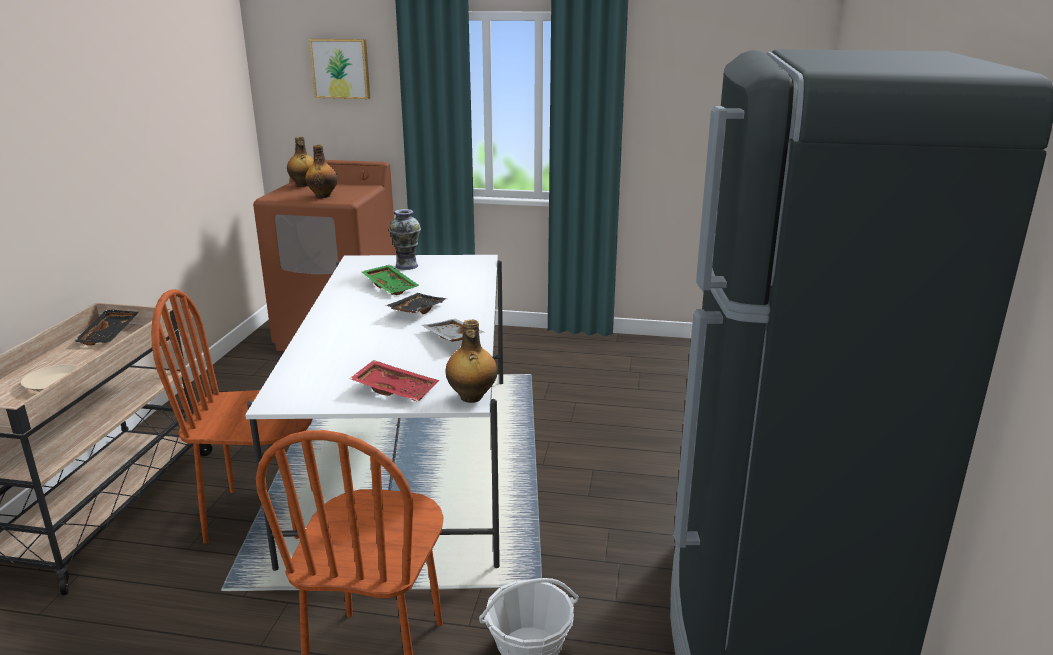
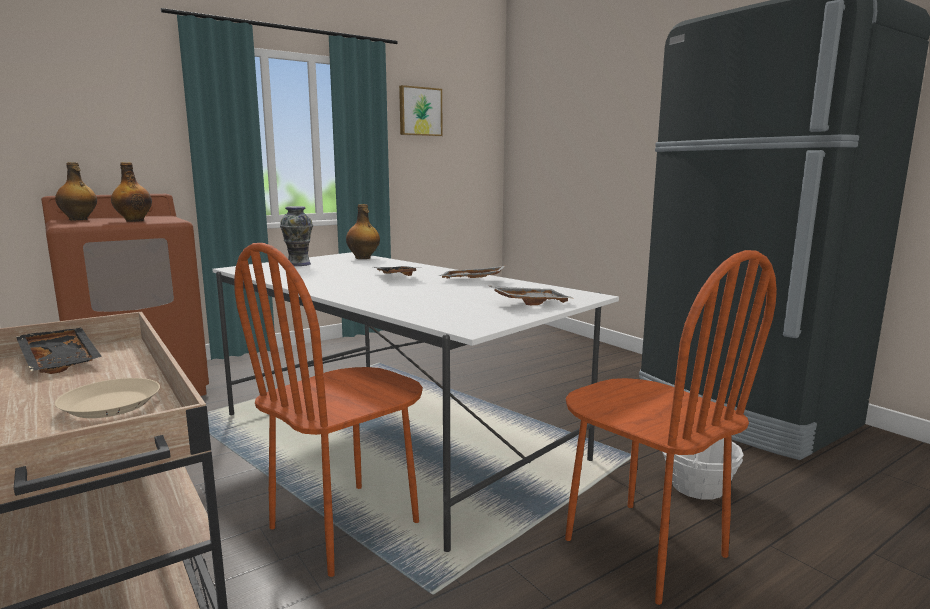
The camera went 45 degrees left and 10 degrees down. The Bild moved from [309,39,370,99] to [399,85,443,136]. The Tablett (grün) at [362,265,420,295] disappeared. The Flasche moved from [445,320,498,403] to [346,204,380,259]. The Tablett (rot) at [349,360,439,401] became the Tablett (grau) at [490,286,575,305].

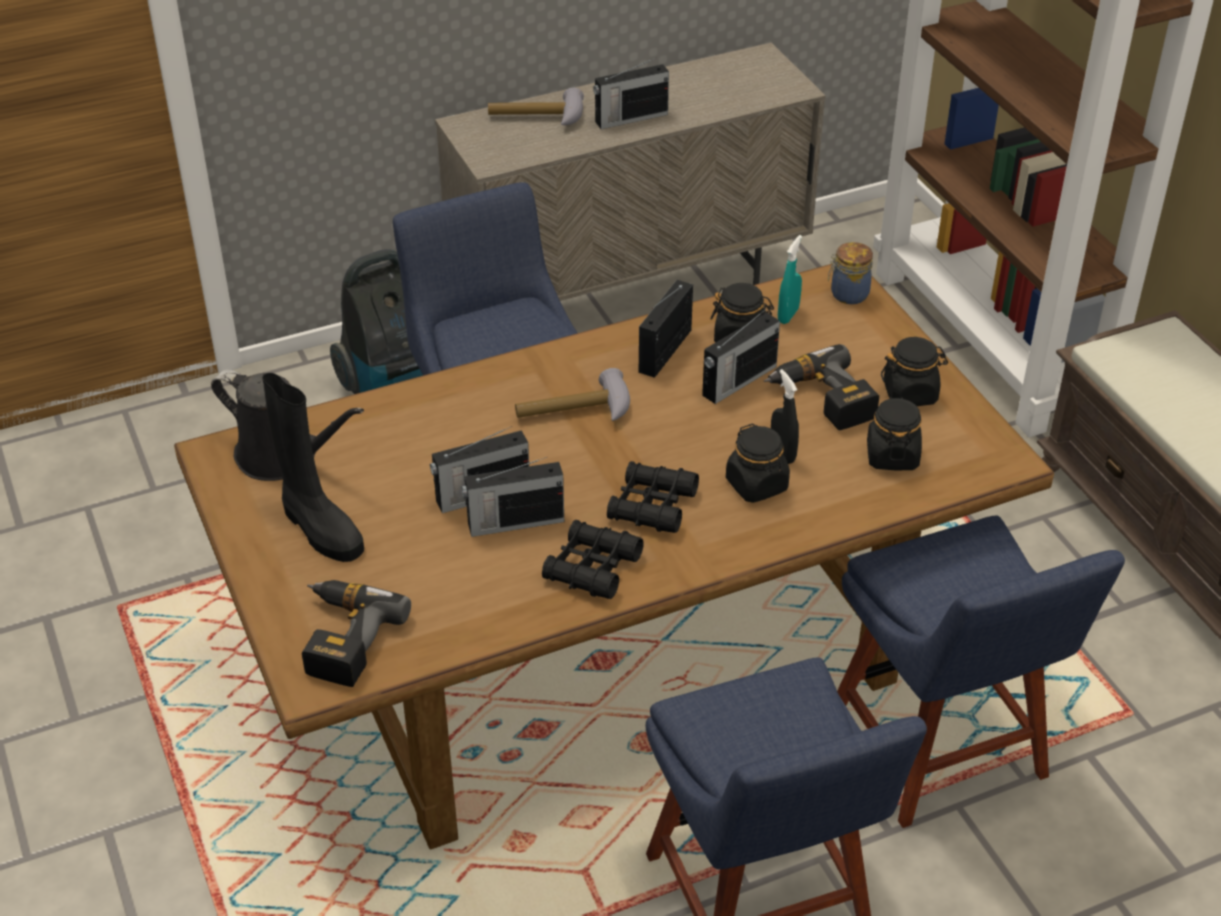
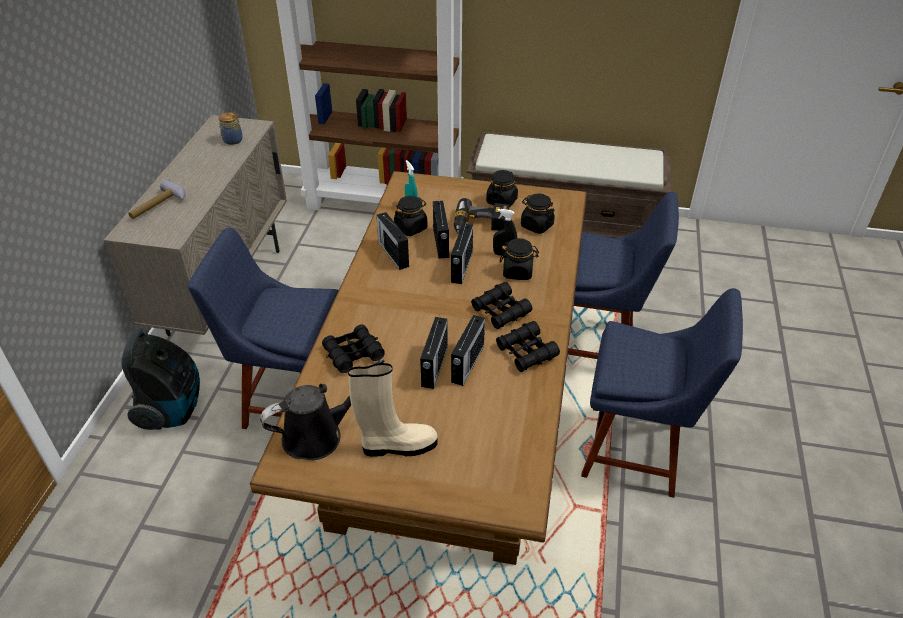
The camera went 55 degrees left and 0 degrees up. The Radio moved from [593,57,669,129] to [451,221,473,284]. The Vorratsglas moved from [828,242,873,304] to [219,112,243,145]. The Hammer at [515,368,630,421] disappeared. The Stiefel (schwarz) at [262,373,364,562] became the Stiefel (beige) at [348,363,438,457]. The Bohrmaschine at [302,580,411,687] disappeared. The Fernglas (schwarz) at [322,324,385,373] appeared.

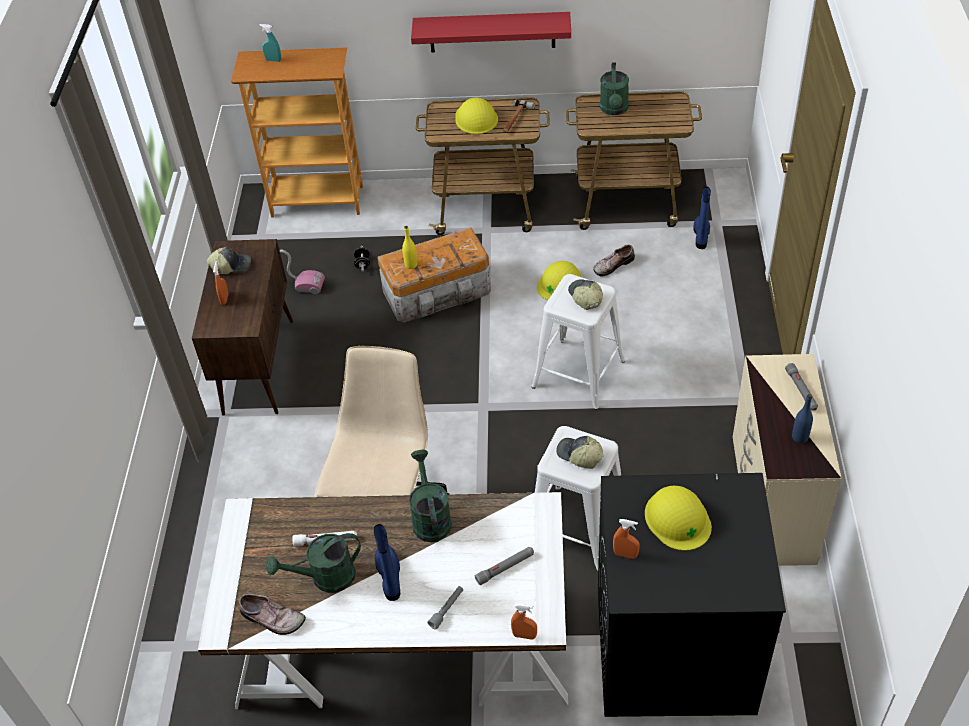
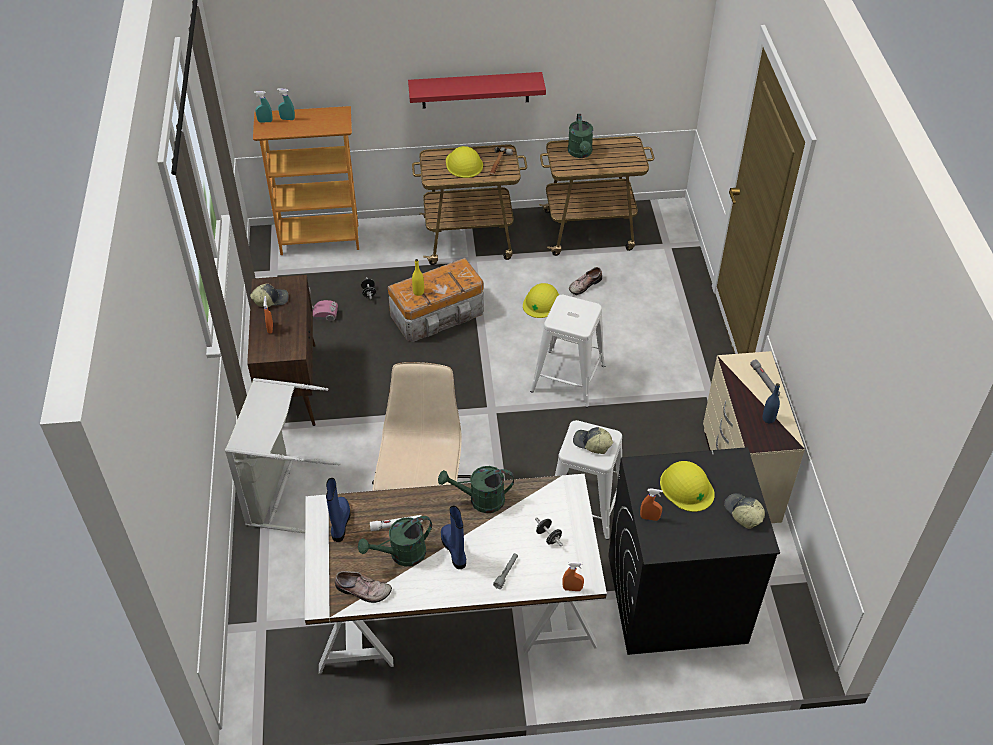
The camera went 10 degrees left and 0 degrees up. The Stiefel (blau) moved from [693,187,711,249] to [326,478,351,542]. The Kappe moved from [568,279,603,310] to [724,493,765,529]. The Gießkanne (grün) at [409,449,452,542] turned 75 degrees counterclockwise. The Taschenlampe (grau) at [475,547,534,585] was replaced by the Hantel (schwarz) at [535,517,563,547]. The Sprühflasche (türkis) at [254,91,272,123] appeared. The Wäschekorb (grau) at [225,378,340,533] appeared.

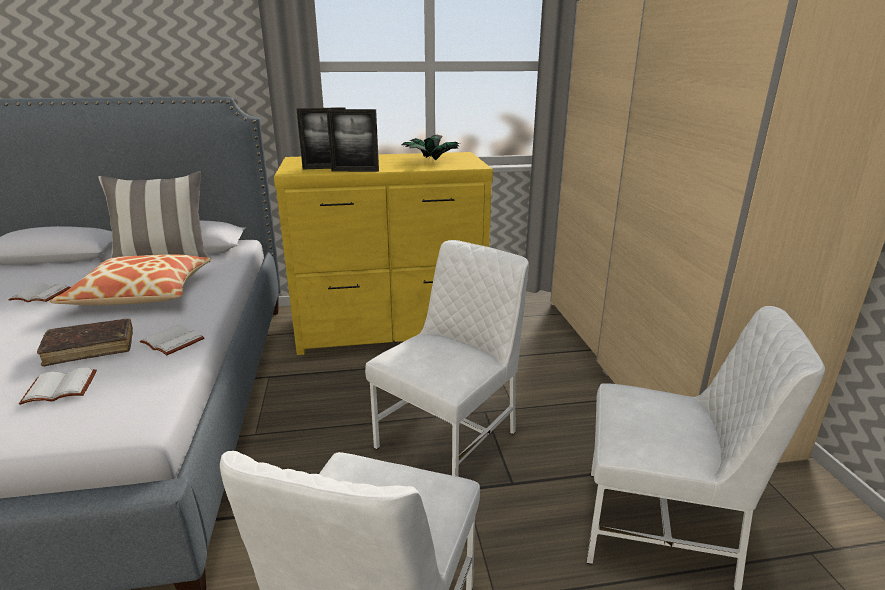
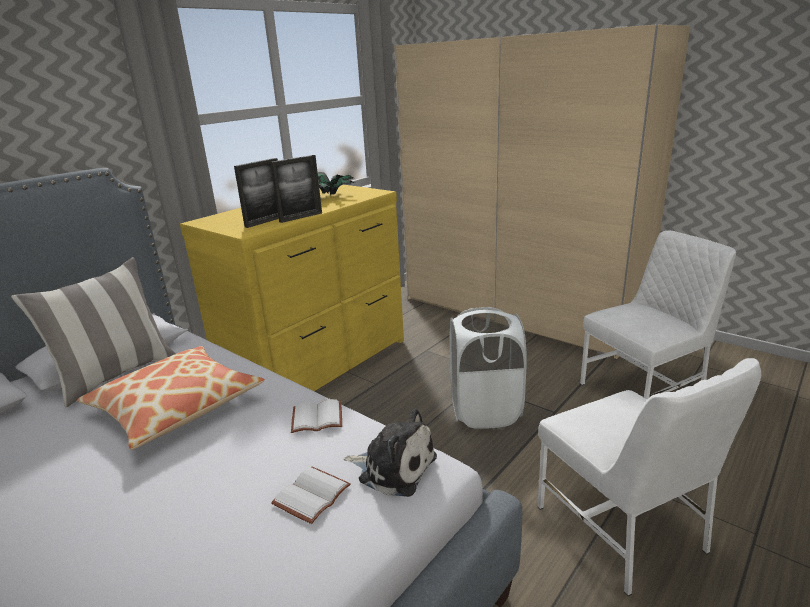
The camera went 40 degrees left and 0 degrees up. The Stuhl (weiß) at [365,240,529,477] was replaced by the Wäschekorb (weiß) at [450,307,527,429]. The Buch (weiß) at [8,283,71,302] disappeared. The Buch (braun) at [37,319,133,366] disappeared. The Plüschtier at [343,409,437,497] appeared.

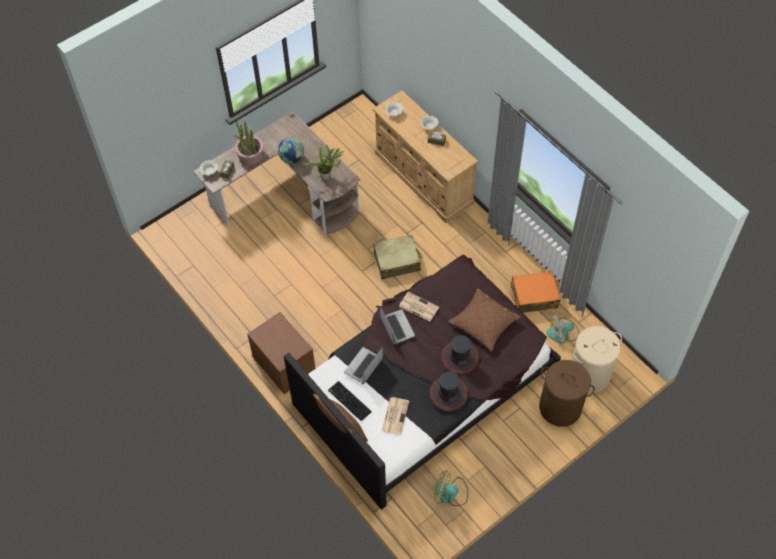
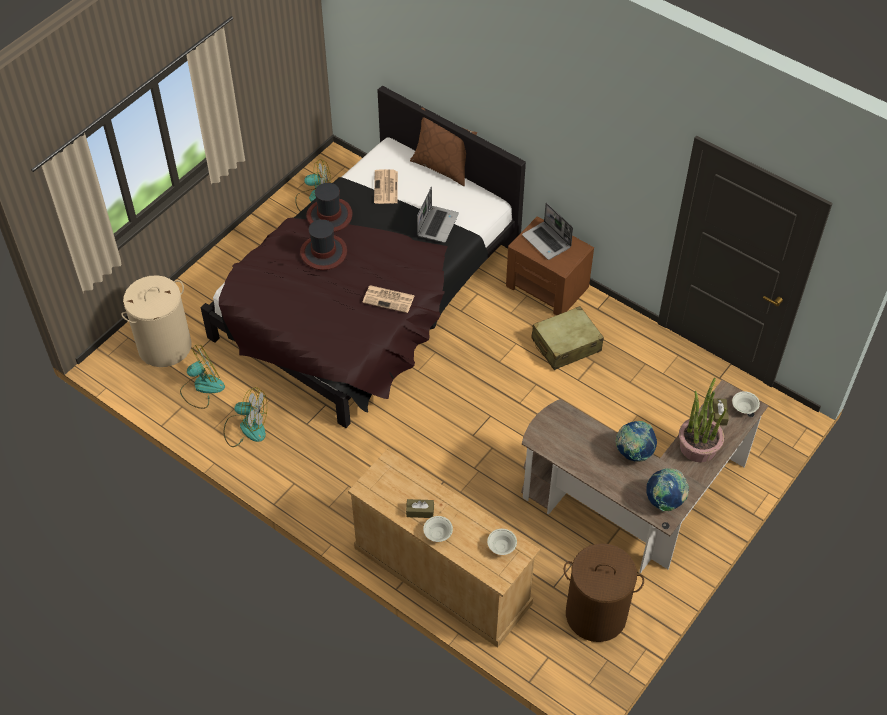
The camera went 165 degrees right and 5 degrees down. The Topfpflanze at [303,145,344,180] disappeared. The Koffer (beige) moved from [373,235,421,279] to [531,306,604,370]. The Koffer (orange) at [510,271,560,313] was replaced by the Ventilator at [223,387,267,447]. The Kissen (braun) at [448,288,521,351] disappeared. The Laptop moved from [380,306,415,345] to [522,203,573,260]. The Wäschekorb (braun) moved from [539,360,595,427] to [564,543,644,642]. The Tastatur at [328,381,371,421] disappeared. The Globus at [646,468,689,512] appeared.

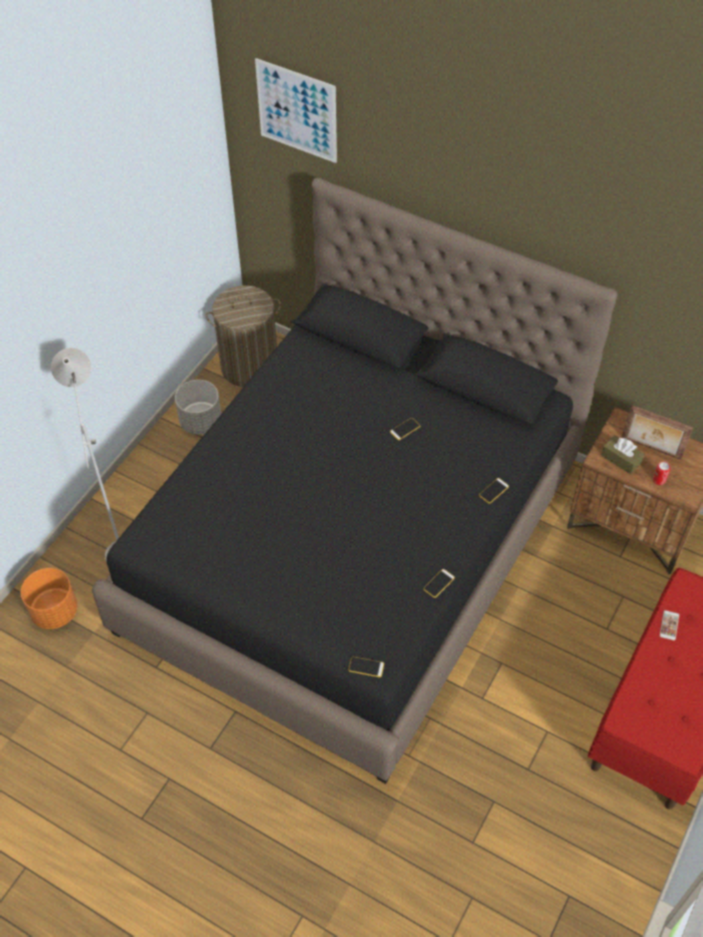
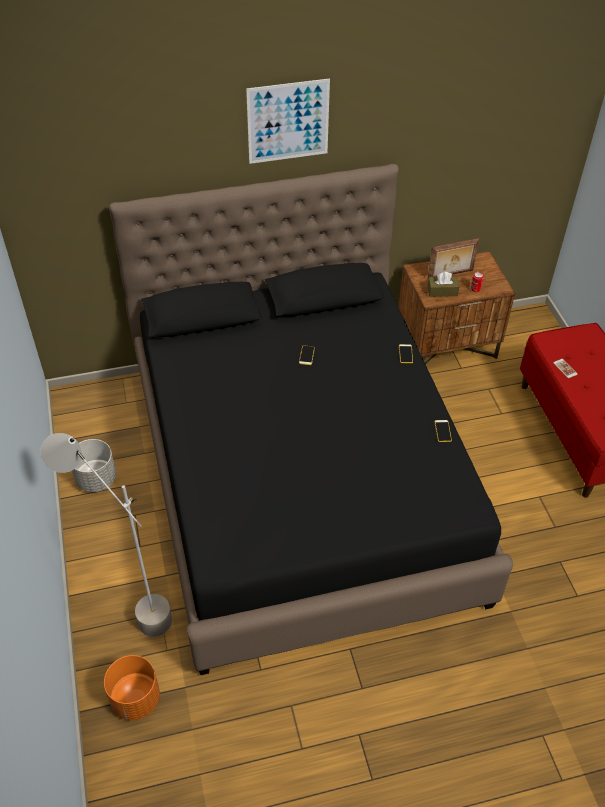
The camera went 45 degrees left and 5 degrees down. The Bild moved from [255,58,337,163] to [246,78,330,164]. The Wäschekorb at [206,285,281,387] disappeared. The Handy at [348,657,384,677] disappeared.

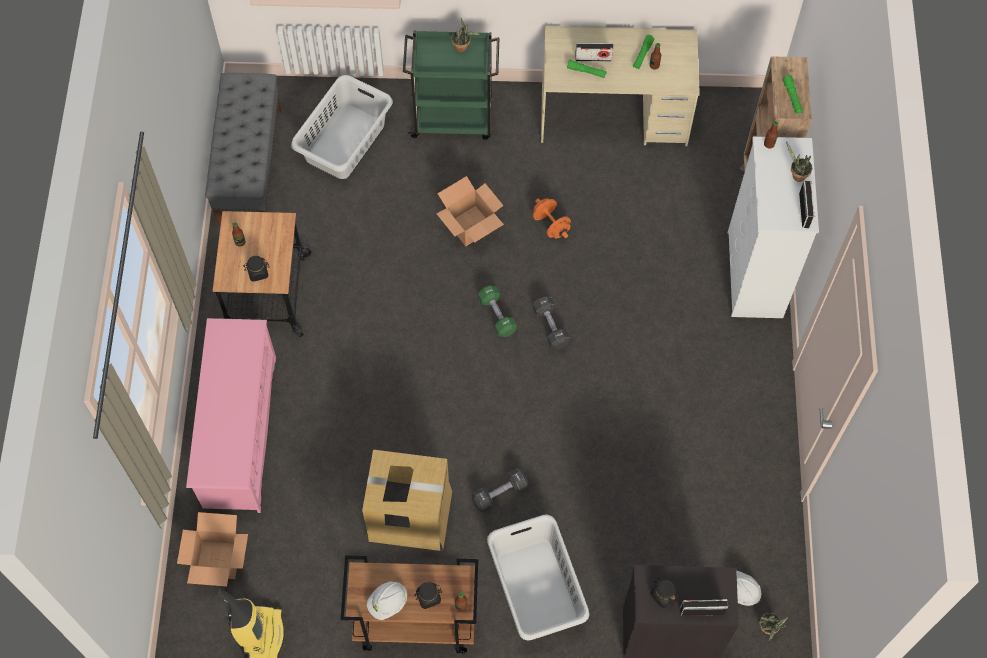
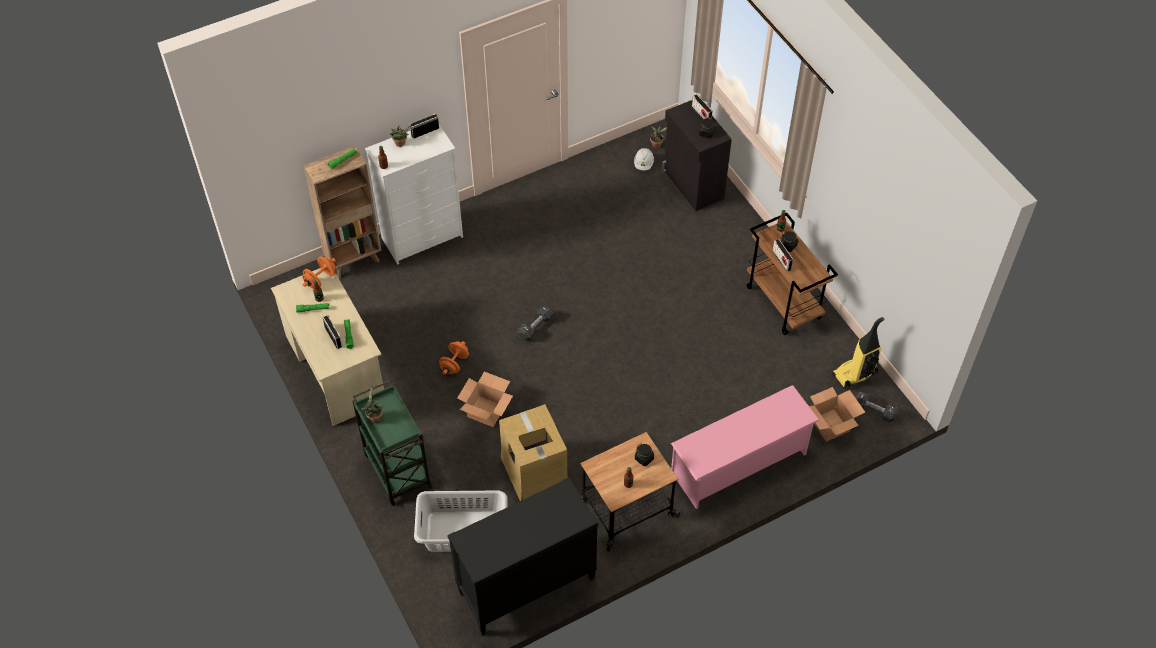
The camera went 120 degrees left and 10 degrees down. The Bank (grau) at [205,73,281,225] was replaced by the Kommode (schwarz) at [447,477,598,635]. The Hantel (grün) at [478,285,517,337] disappeared. The Karton moved from [362,450,452,551] to [499,404,568,501]. The Hantel (schwarz) moved from [472,468,528,513] to [855,391,898,422]. The Wäschekorb (grau) at [487,515,589,640] disappeared. The Schutzhelm (weiß) at [367,581,407,620] disappeared. The Radio at [772,239,794,271] appeared. The Hantel (orange) at [302,257,336,288] appeared.

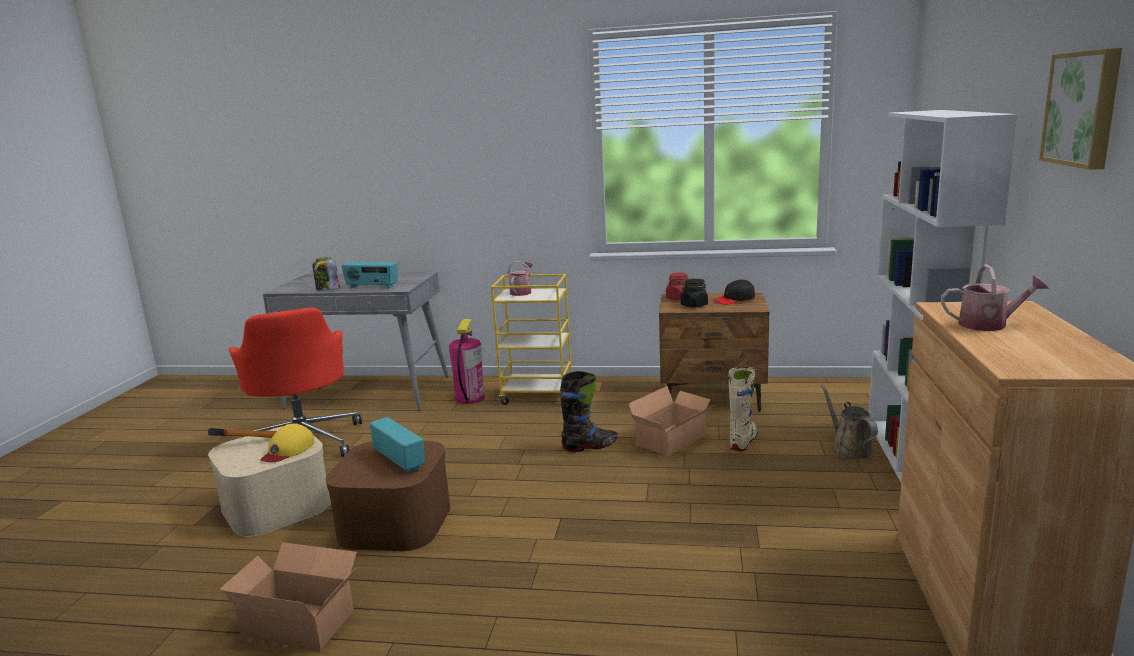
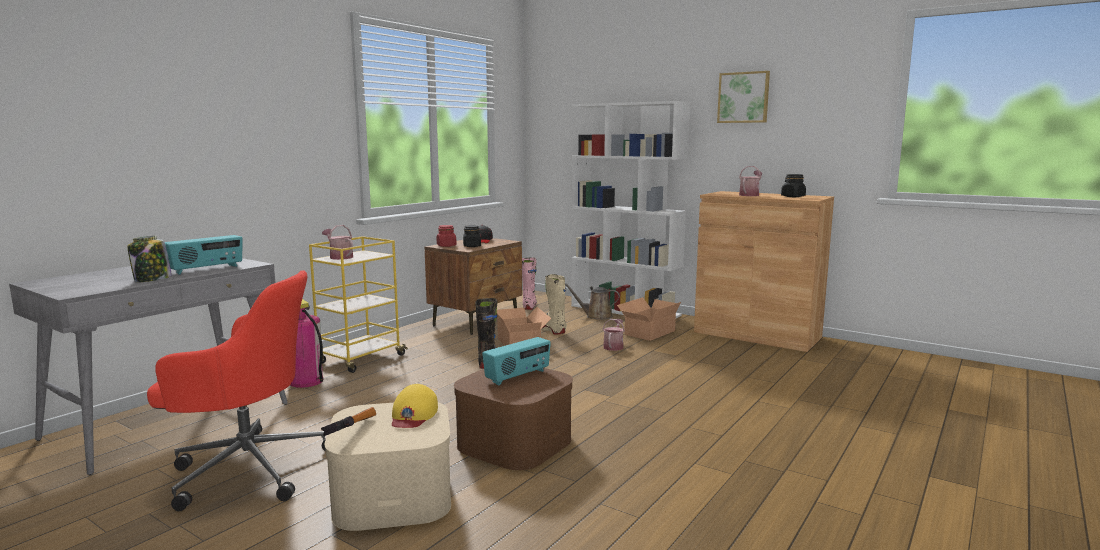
The camera went 65 degrees left and 5 degrees down. The Radio at [369,417,425,473] turned 150 degrees clockwise. The Kappe (gelb) at [260,424,314,462] turned 45 degrees clockwise. The Karton moved from [220,542,357,650] to [617,297,681,341]. The Vorratsglas (schwarz) at [781,174,806,197] appeared. The Stiefel (rosa) at [522,257,537,310] appeared. The Gießkanne at [603,319,625,351] appeared.

